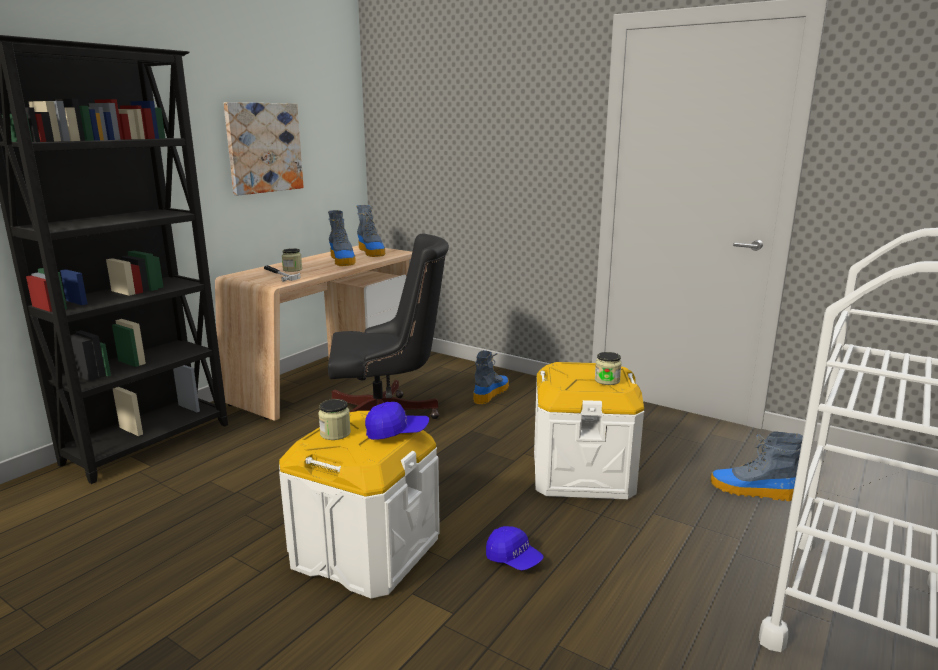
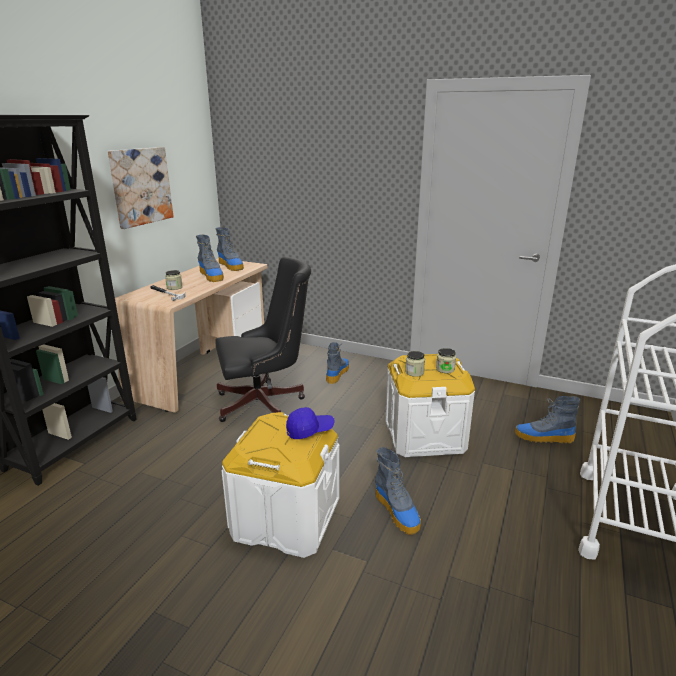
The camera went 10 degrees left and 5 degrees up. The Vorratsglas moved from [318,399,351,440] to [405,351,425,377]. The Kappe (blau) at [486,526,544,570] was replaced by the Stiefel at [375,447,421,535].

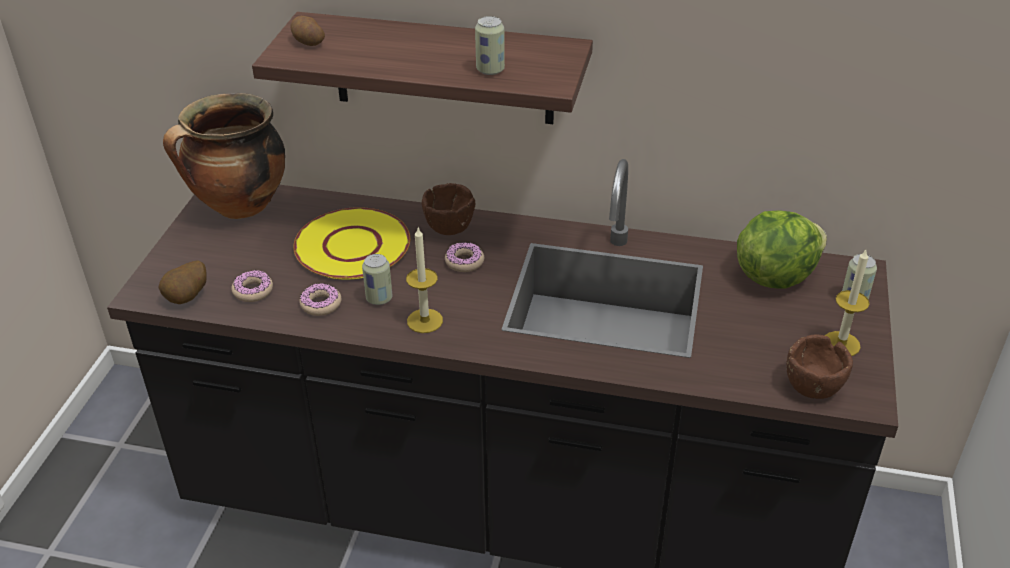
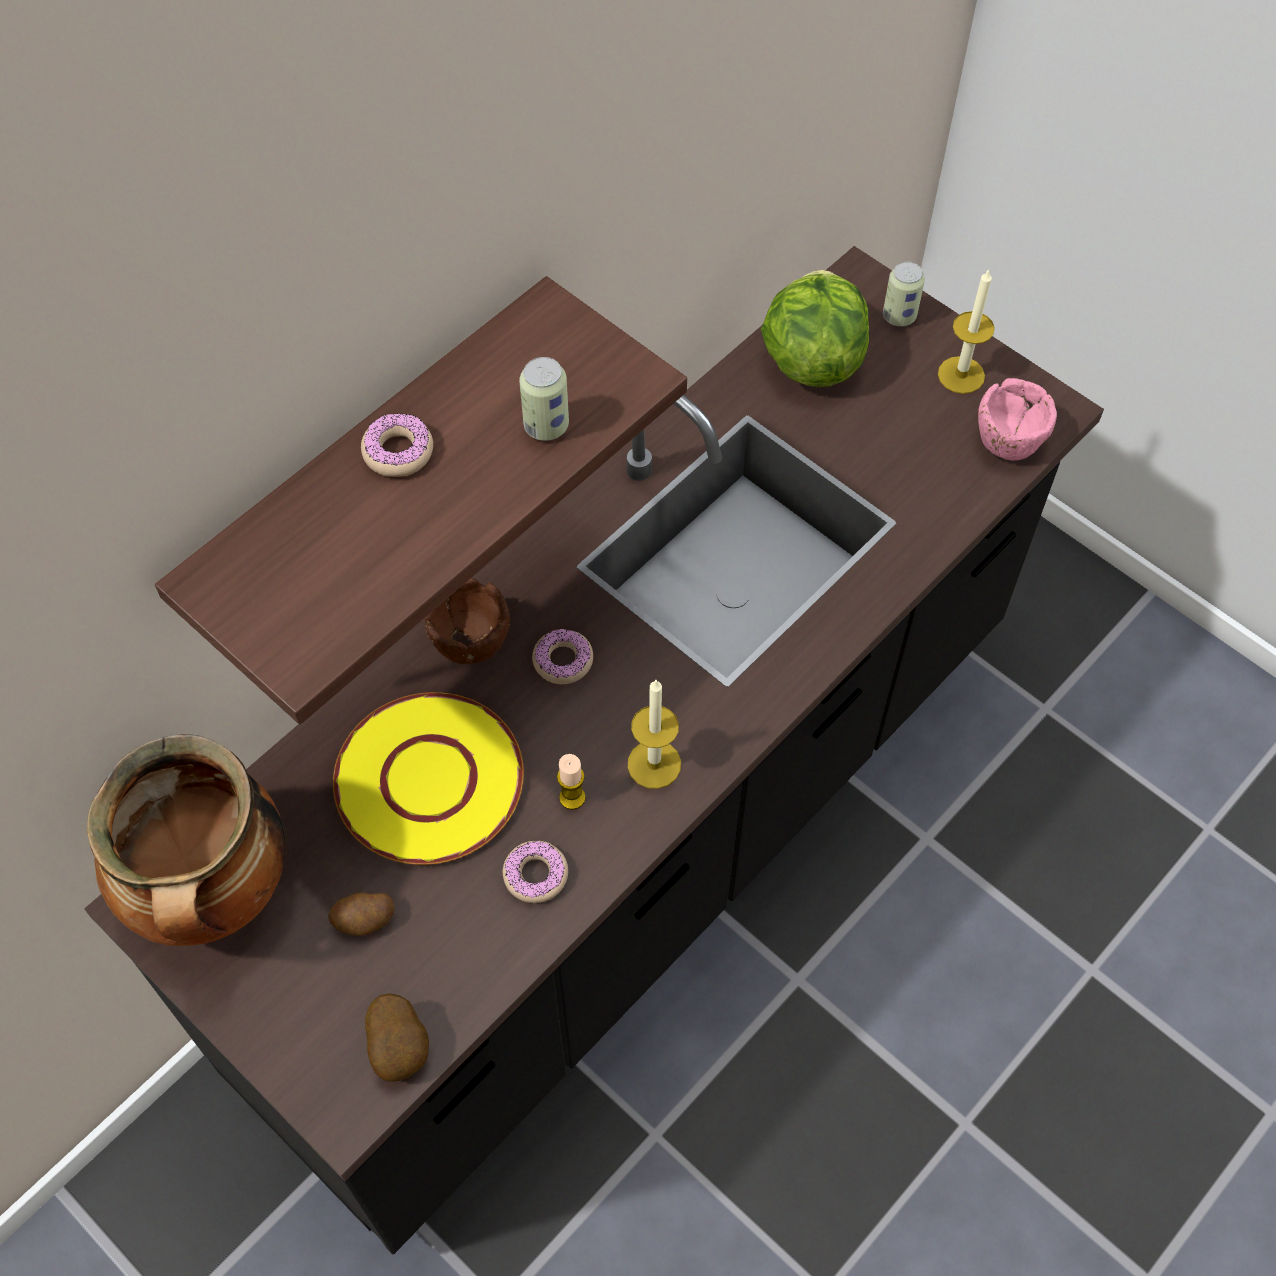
The camera went 60 degrees left and 20 degrees up. The Kartoffel moved from [290,16,325,46] to [328,892,394,936]. The Dose at [362,254,392,305] was replaced by the Kerze at [557,754,586,810]. The Donut moved from [231,270,273,302] to [361,413,433,477]. The Schüssel (braun) at [787,334,853,399] became the Schüssel (rosa) at [978,378,1057,460].

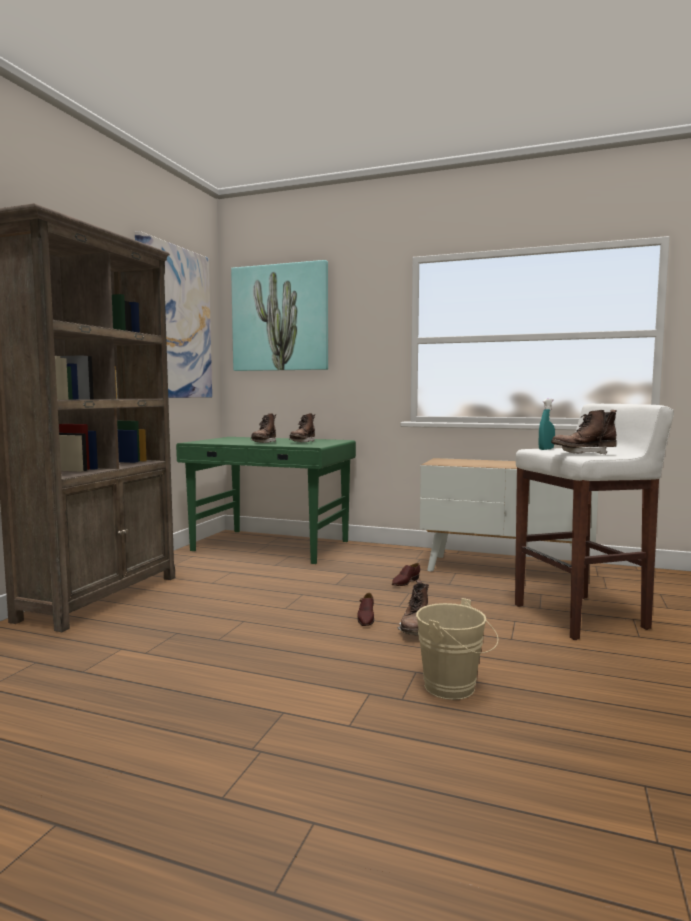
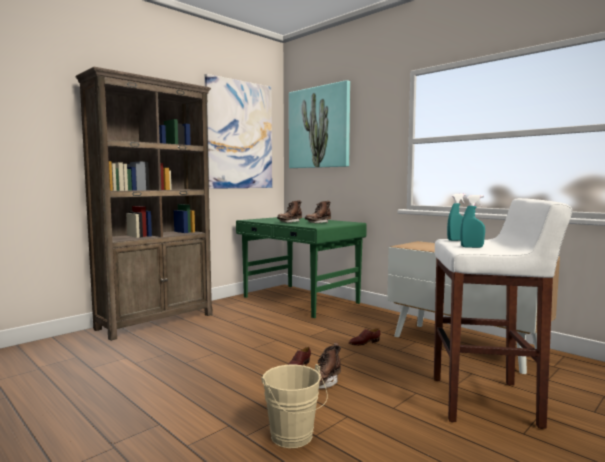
The camera went 25 degrees right and 0 degrees up. The Stiefel (braun) at [551,410,617,455] was replaced by the Sprühflasche (türkis) at [460,195,485,248].

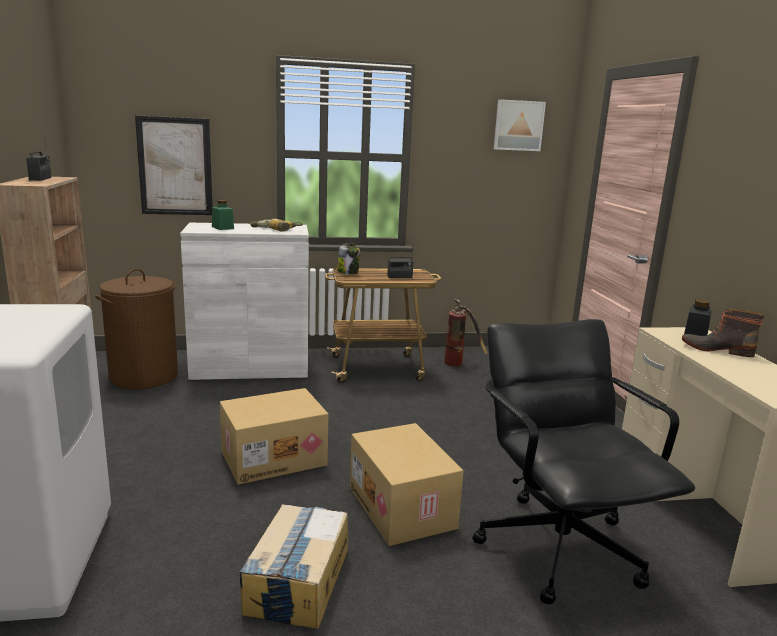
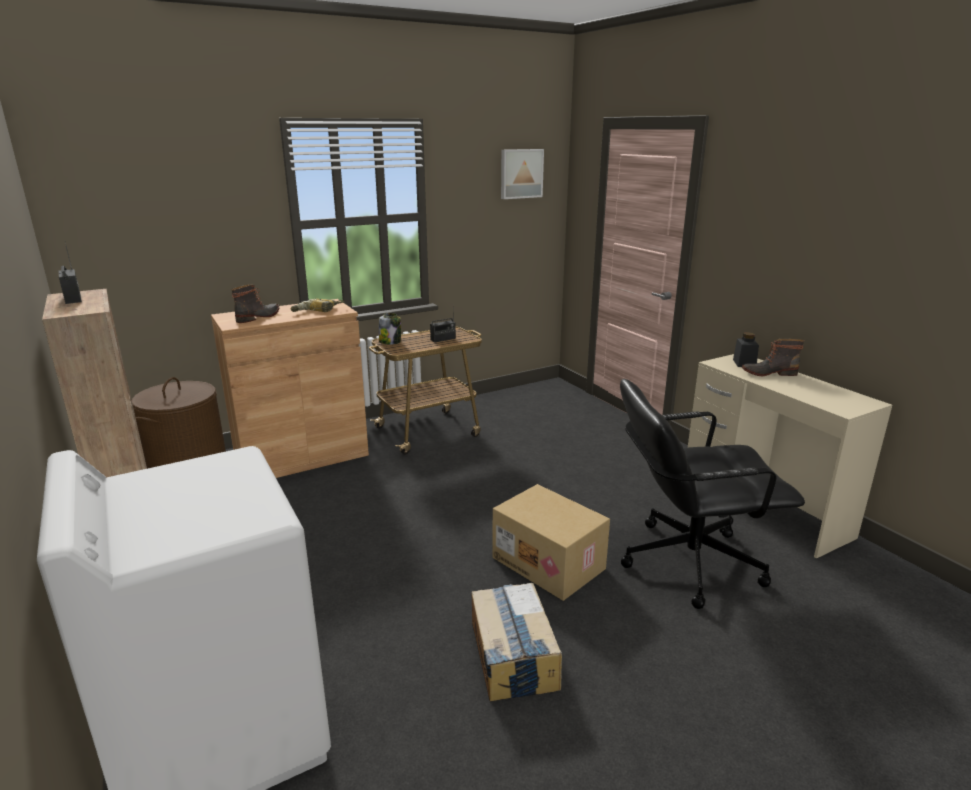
The camera went 20 degrees left and 5 degrees up. The Bild at [135,115,213,215] disappeared. The Vorratsglas (grün) at [212,200,234,230] was replaced by the Stiefel at [231,284,280,323]. The Schrank (weiß) at [180,223,309,380] became the Schrank (braun) at [211,299,369,478]. The Feuerlöscher at [444,299,488,367] disappeared. The Bürostuhl (schwarz) at [472,319,695,605] turned 60 degrees counterclockwise. The Karton at [220,388,328,485] disappeared.

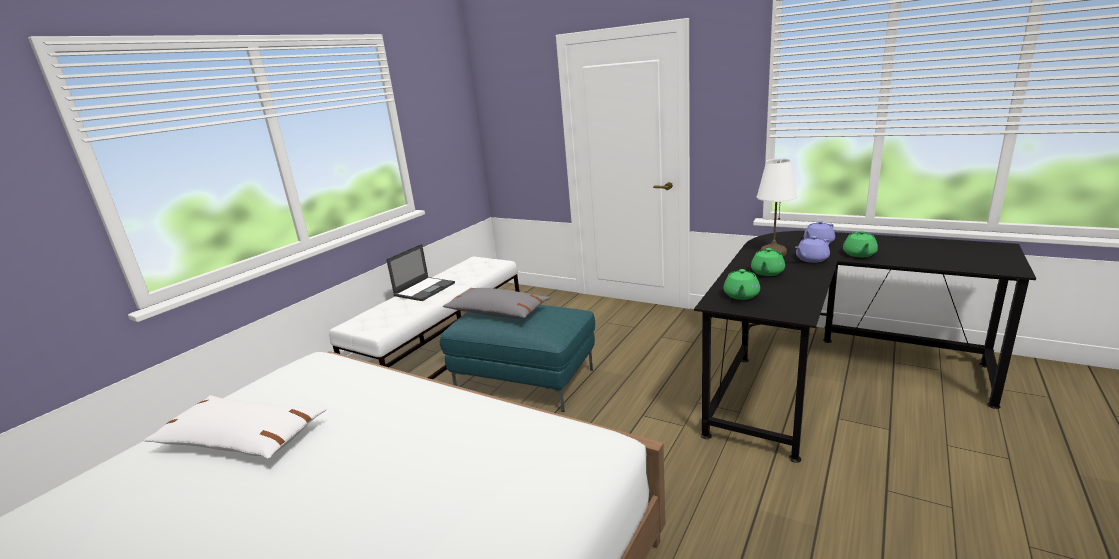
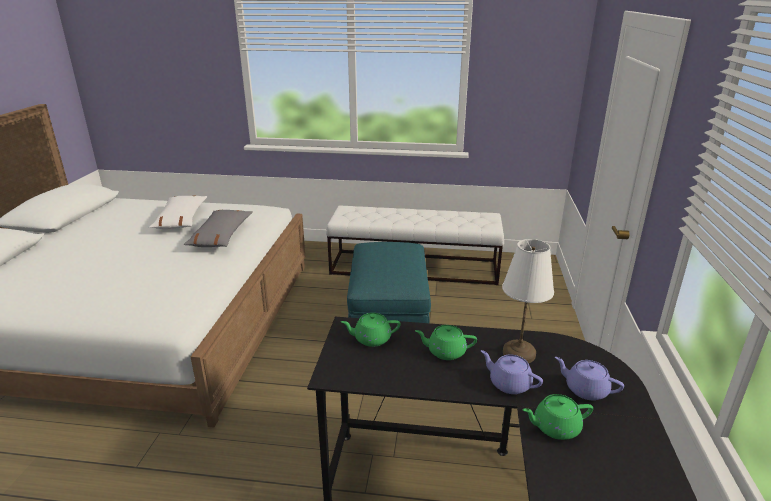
The camera went 65 degrees right and 5 degrees up. The Laptop at [386,244,455,301] disappeared. The Kissen (grau) moved from [443,288,550,319] to [183,210,253,247].

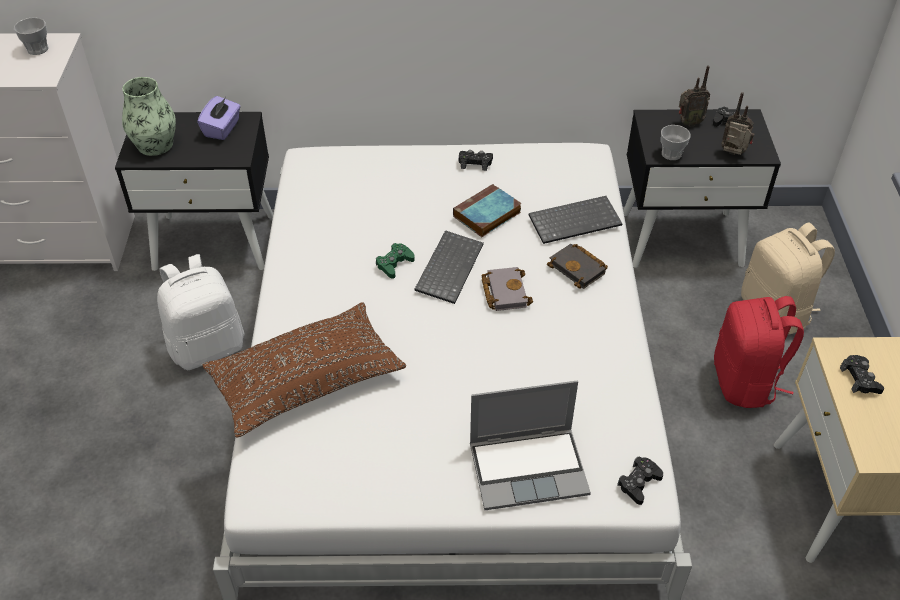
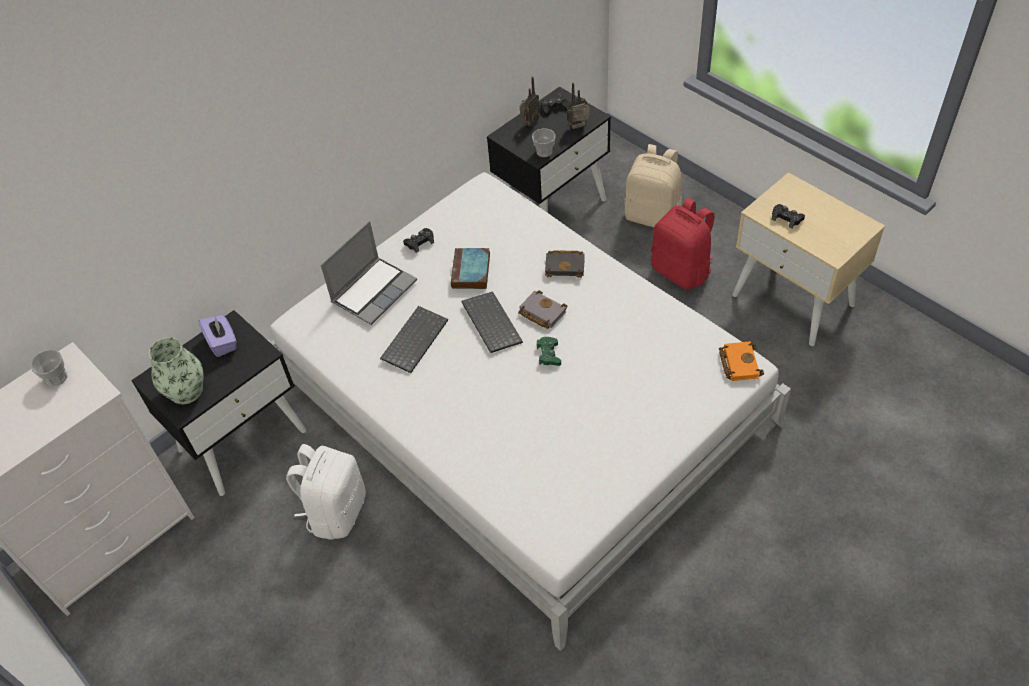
The camera went 40 degrees left and 5 degrees up. The Tastatur moved from [529,196,623,244] to [380,306,448,373]. The Gamepad (grün) moved from [376,243,415,279] to [537,337,561,366]. The Kissen (braun) at [203,302,406,438] disappeared. The Laptop moved from [470,381,591,510] to [321,221,417,325]. The Gamepad (schwarz) at [617,457,663,505] was replaced by the Buch (orange) at [719,341,764,381].

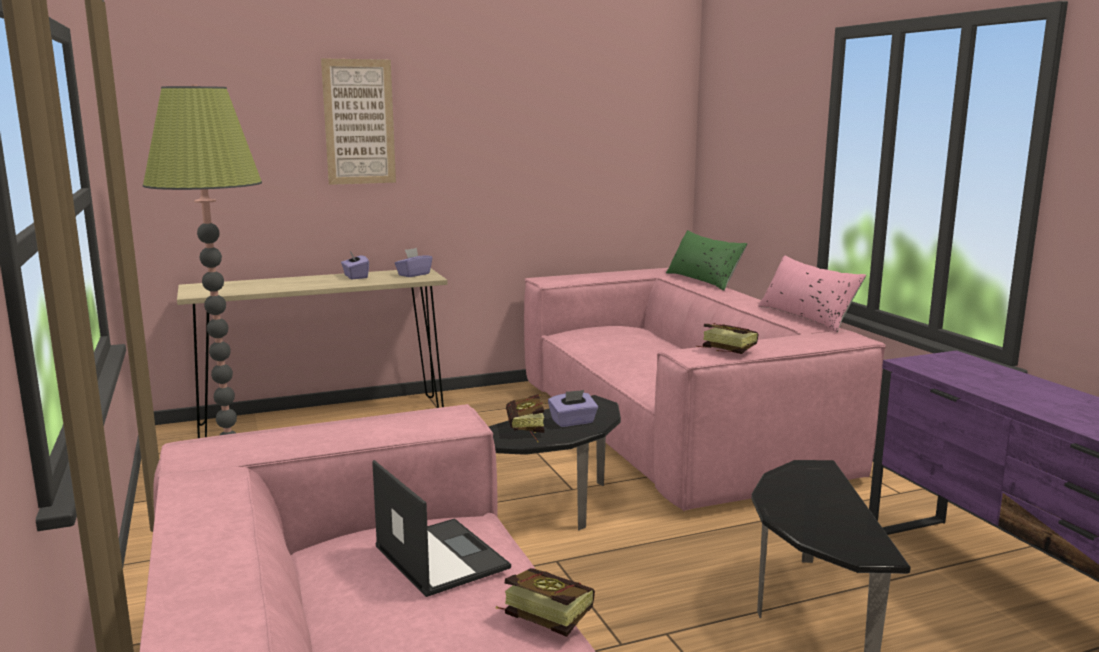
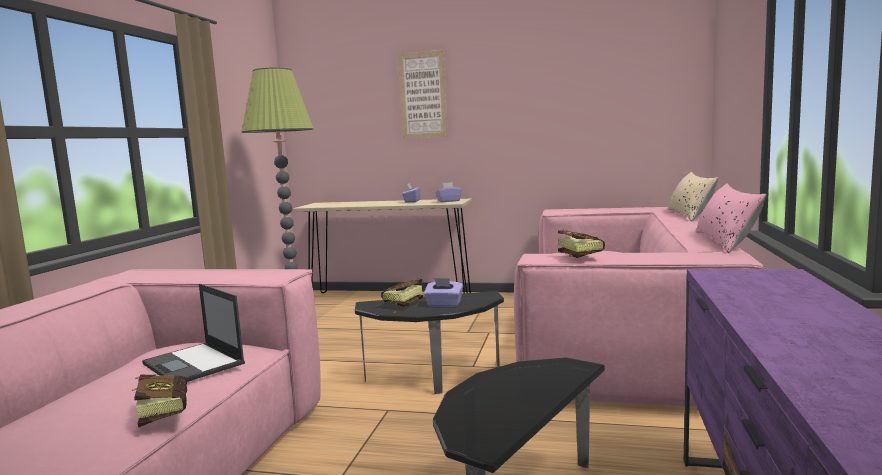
The camera went 35 degrees right and 5 degrees down. The Kissen (grün) at [666,230,748,291] became the Kissen (beige) at [668,172,718,221]. The Laptop at [372,460,511,597] turned 135 degrees clockwise.

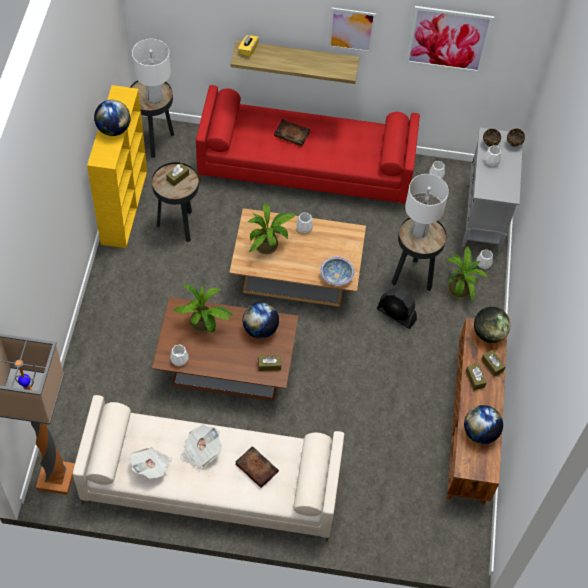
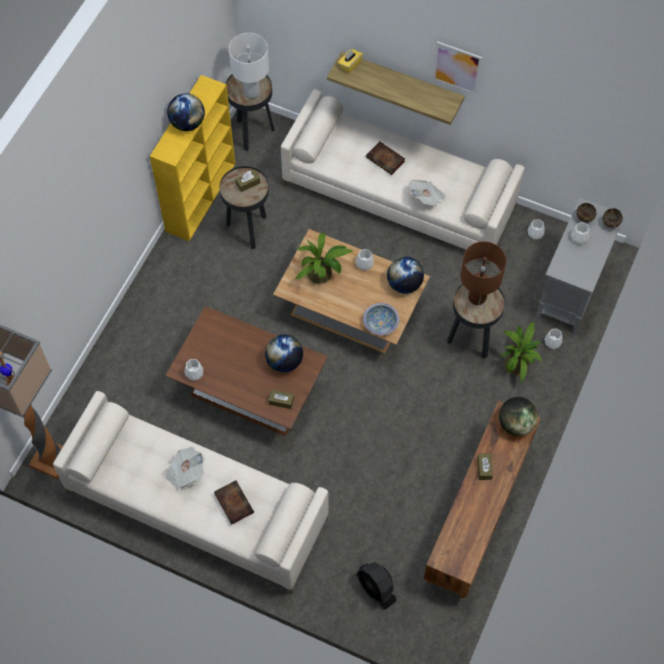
The camera went 20 degrees right and 5 degrees up. The Bild at [405,6,494,73] disappeared. The Sofa (rot) at [196,85,420,210] became the Sofa (beige) at [281,89,525,265]. The Tischlampe (weiß) at [405,174,449,238] became the Tischlampe (braun) at [460,241,506,305]. The Topfpflanze at [173,283,233,333] disappeared. The Ventilator (schwarz) moved from [377,288,417,329] to [356,562,396,610]. The Taschentuchbox (braun) at [481,350,506,376] disappeared. The Globus moved from [464,405,503,444] to [387,257,424,294]. The Zeitung moved from [129,447,172,479] to [409,180,446,206].

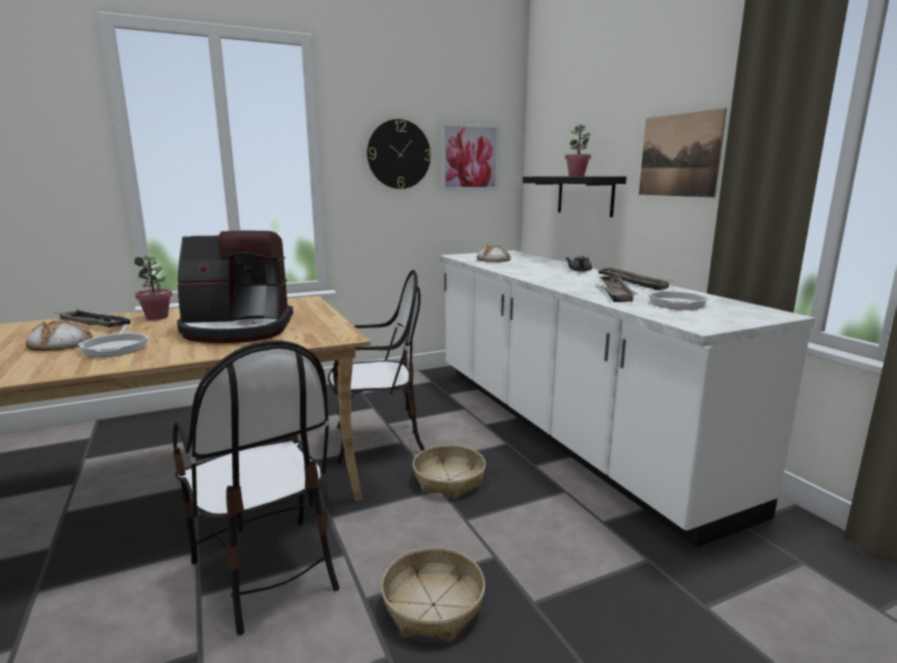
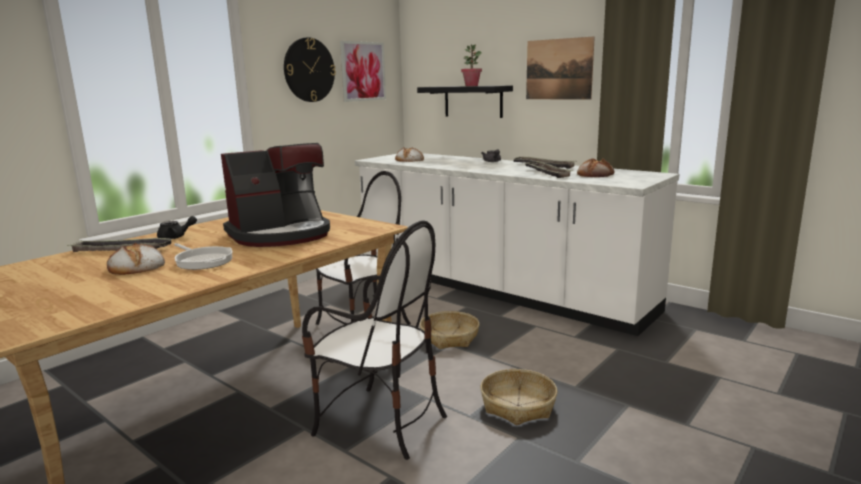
The camera went 25 degrees left and 0 degrees up. The Topfpflanze at [134,256,172,320] was replaced by the Teekanne (schwarz) at [157,216,197,239]. The Pfanne at [648,285,709,310] was replaced by the Brot at [577,158,614,177].

